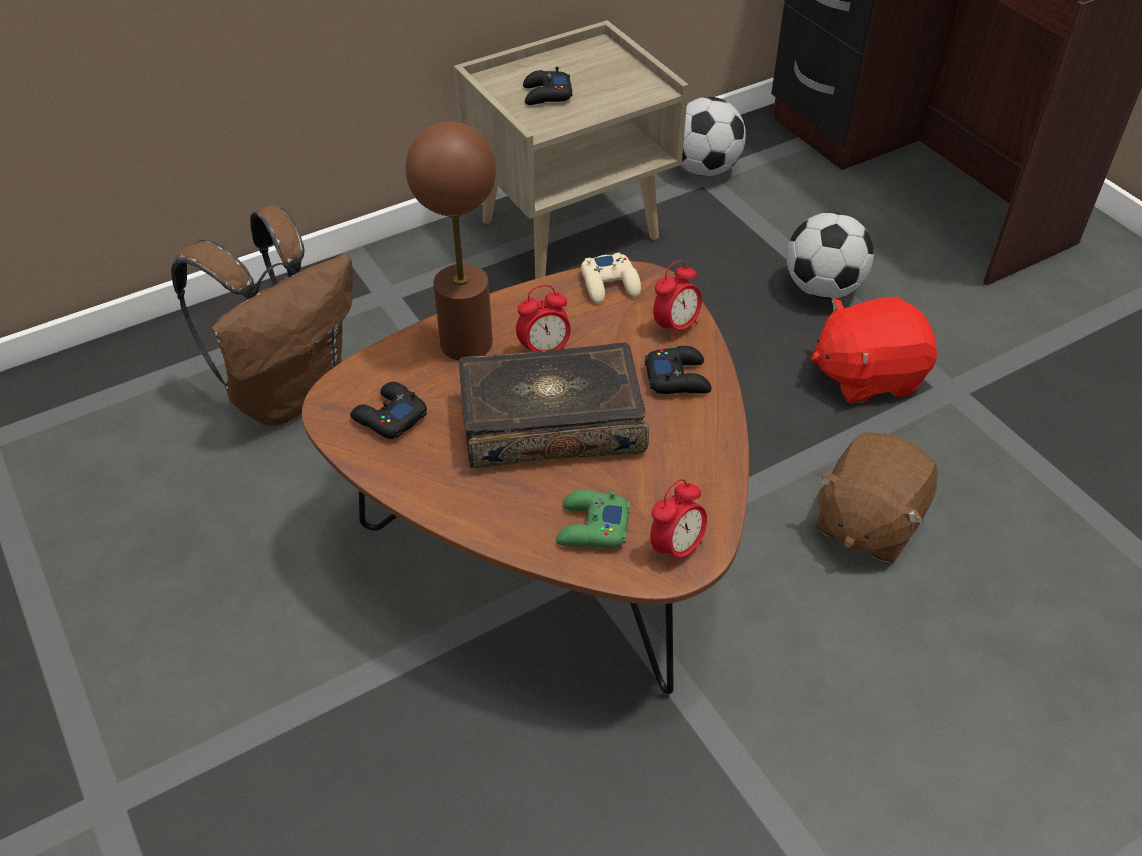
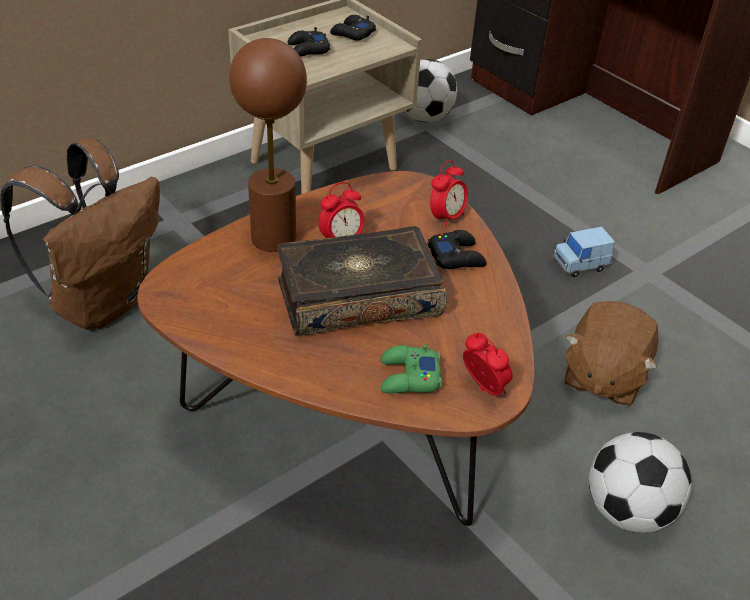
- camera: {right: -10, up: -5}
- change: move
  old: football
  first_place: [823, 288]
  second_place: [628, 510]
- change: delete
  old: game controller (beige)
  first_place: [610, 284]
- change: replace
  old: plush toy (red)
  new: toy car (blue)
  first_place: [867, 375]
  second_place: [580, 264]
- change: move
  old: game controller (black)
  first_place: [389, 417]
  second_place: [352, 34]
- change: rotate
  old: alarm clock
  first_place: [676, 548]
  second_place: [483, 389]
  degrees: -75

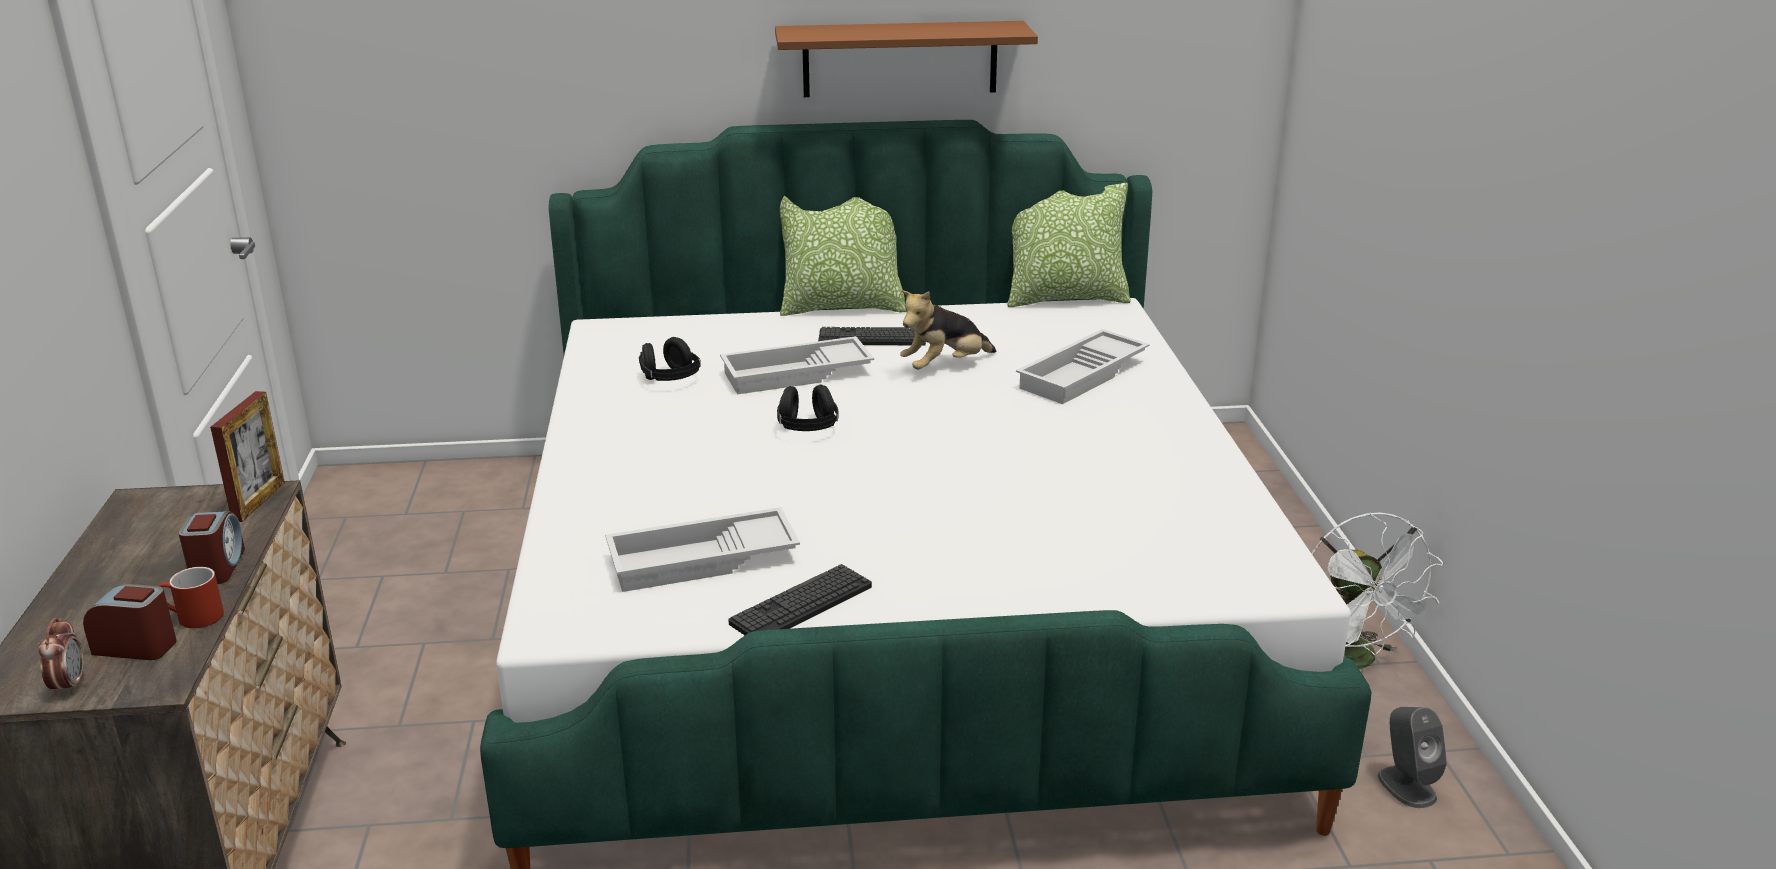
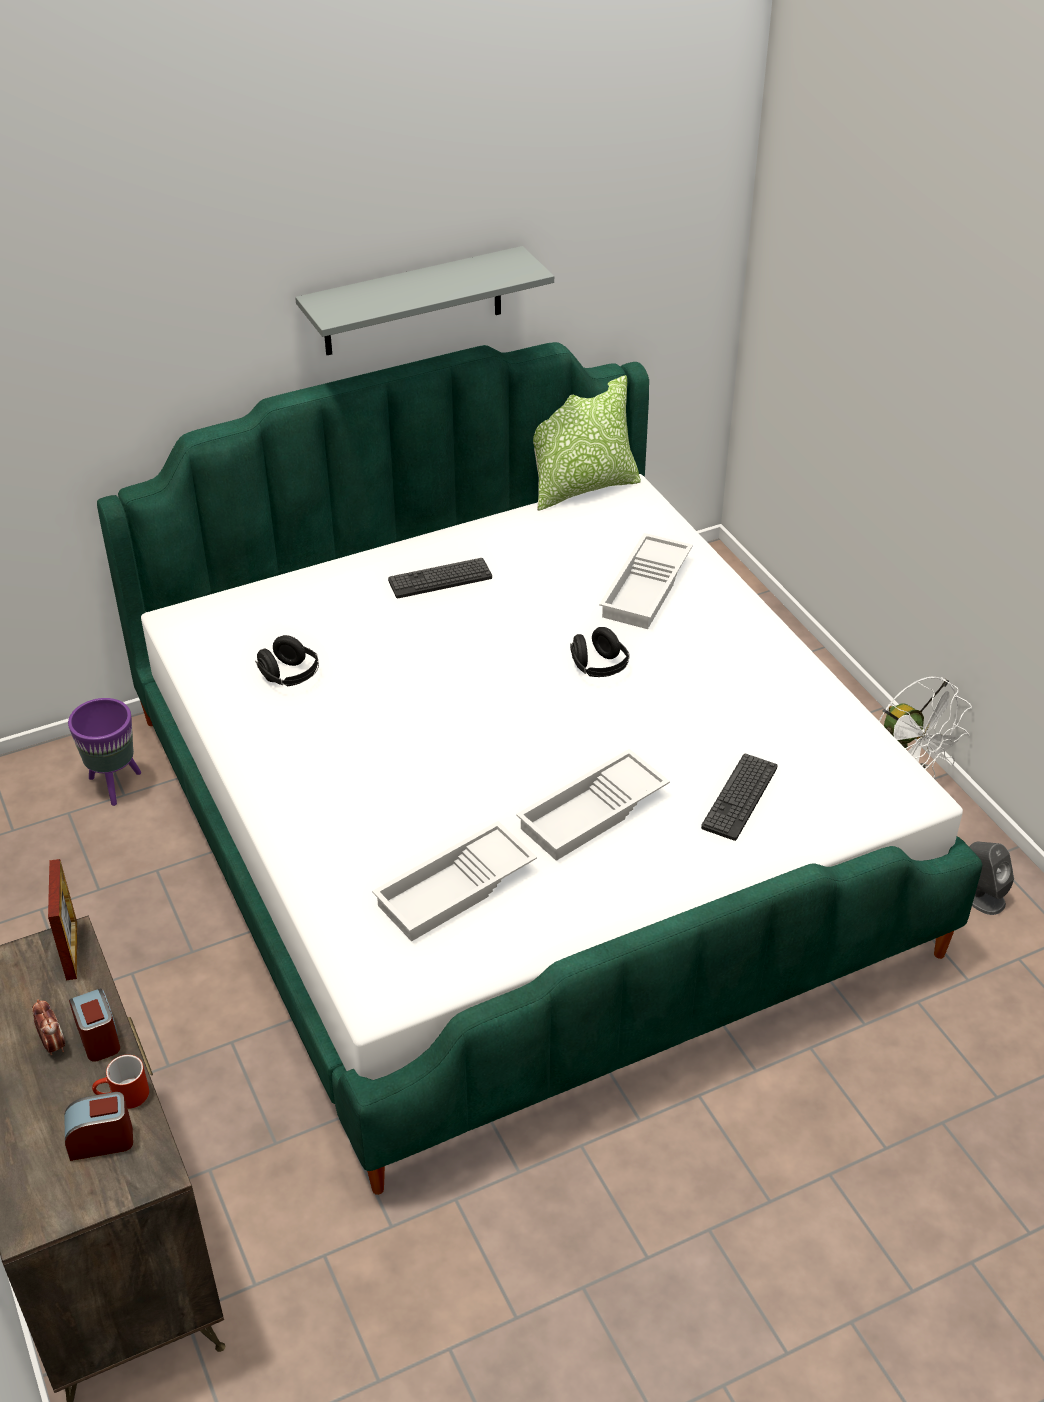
- camera: {right: -20, up: 15}
- change: recolor
  old: shelf (brown)
  new: shelf (grey)
  first_place: [900, 59]
  second_place: [413, 302]
- change: delete
  old: pillow
  first_place: [842, 307]
- change: delete
  old: plush toy
  first_place: [945, 366]
- change: move
  old: tray (white)
  first_place: [796, 375]
  second_place: [593, 814]
- change: move
  old: headphones (black)
  first_place: [807, 429]
  second_place: [599, 668]
- change: move
  old: keyboard
  first_place: [801, 605]
  second_place: [739, 797]
- change: move
  old: alarm clock
  first_place: [69, 686]
  second_place: [53, 1044]
- change: insert
  new: planter (purple)
  second_place: [115, 785]

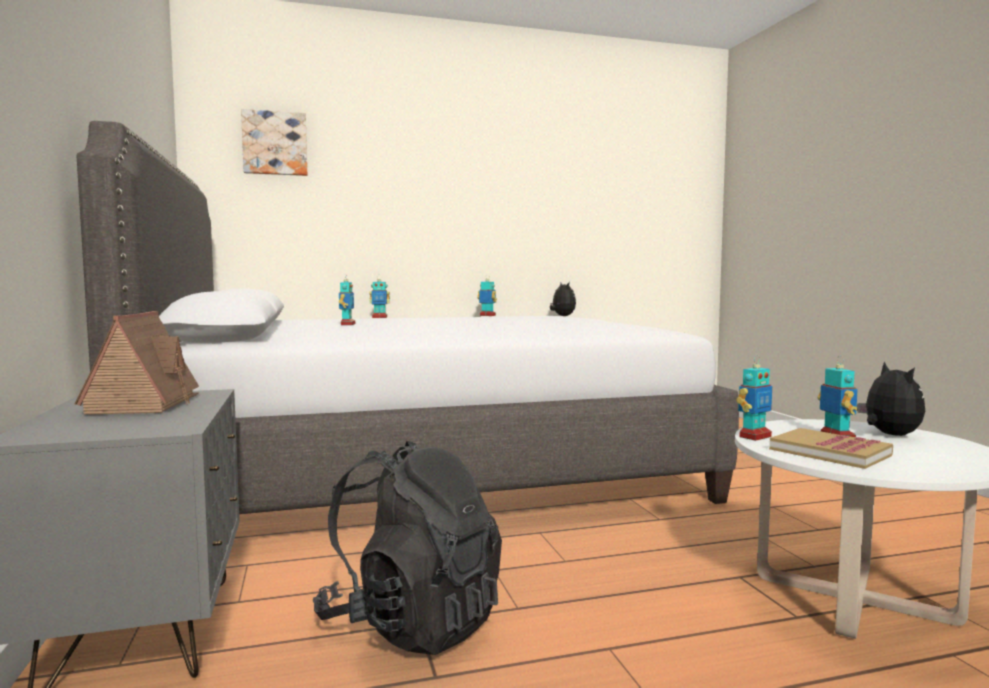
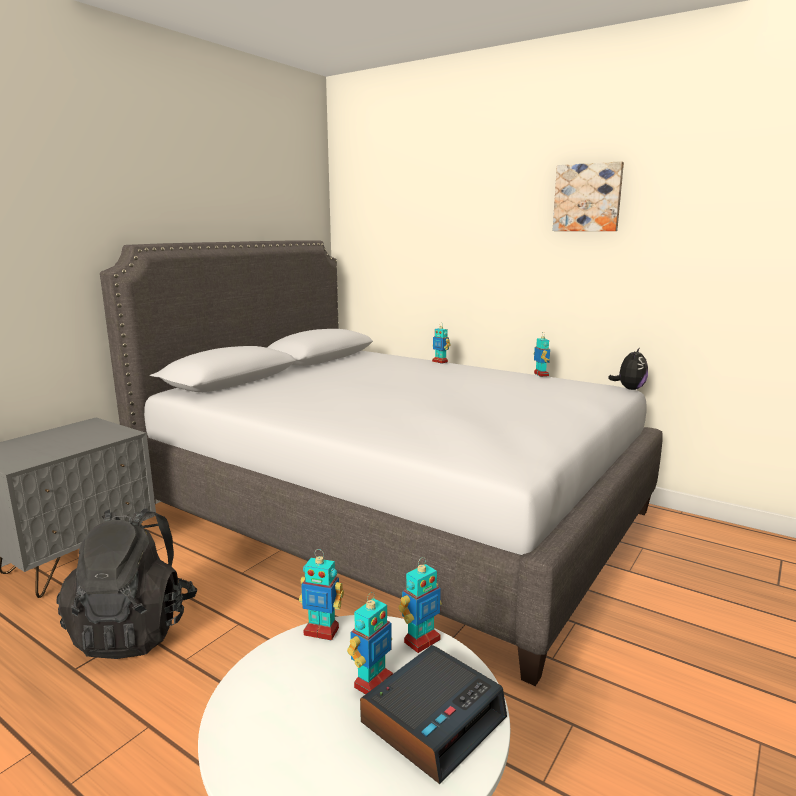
- camera: {right: 50, up: 10}
- change: move
  old: picture
  first_place: [275, 143]
  second_place: [588, 198]
- change: move
  old: toy robot
  first_place: [347, 324]
  second_place: [421, 641]
- change: delete
  old: toy house
  first_place: [144, 404]
- change: replace
  old: plush toy
  new: alarm clock
  first_place: [889, 435]
  second_place: [433, 720]
- change: delete
  old: book
  first_place: [829, 452]

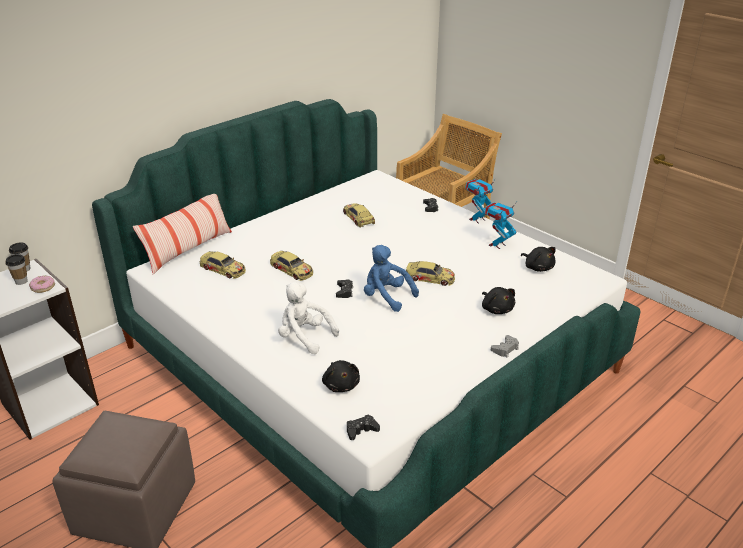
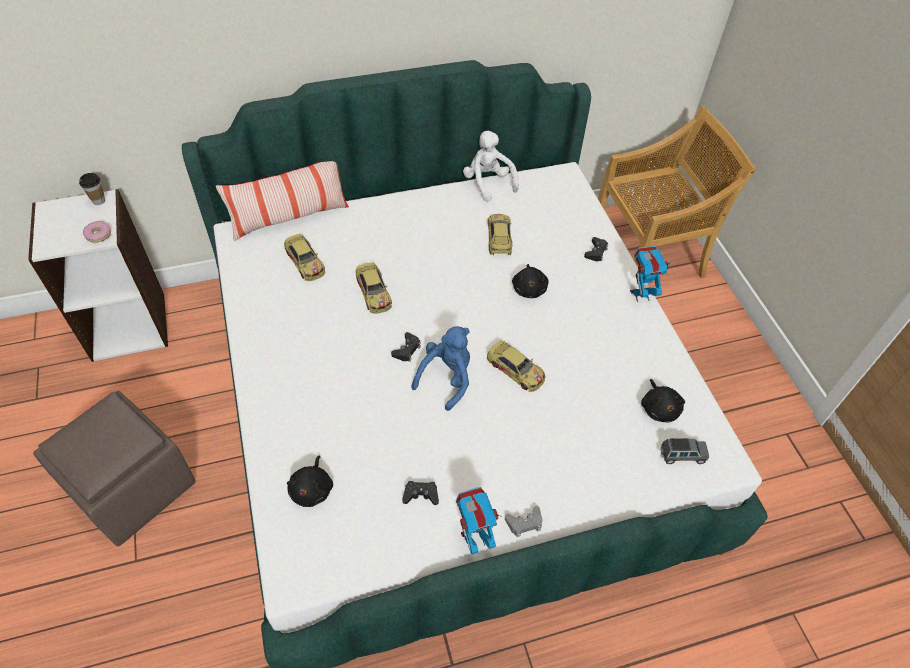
- camera: {right: 25, up: 20}
- change: move
  old: toy robot
  first_place: [497, 245]
  second_place: [474, 537]
- change: rotate
  old: plush toy (blue)
  first_place: [386, 297]
  second_place: [446, 378]
  degrees: 60
- change: delete
  old: cup
  first_place: [21, 281]
- change: move
  old: plush toy (white)
  first_place: [304, 337]
  second_place: [488, 183]
- change: move
  old: plush toy (black)
  first_place: [496, 309]
  second_place: [529, 288]
- change: move
  old: game controller (black)
  first_place: [361, 430]
  second_place: [421, 495]
- change: insert
  new: toy car (grey)
  second_place: [681, 455]

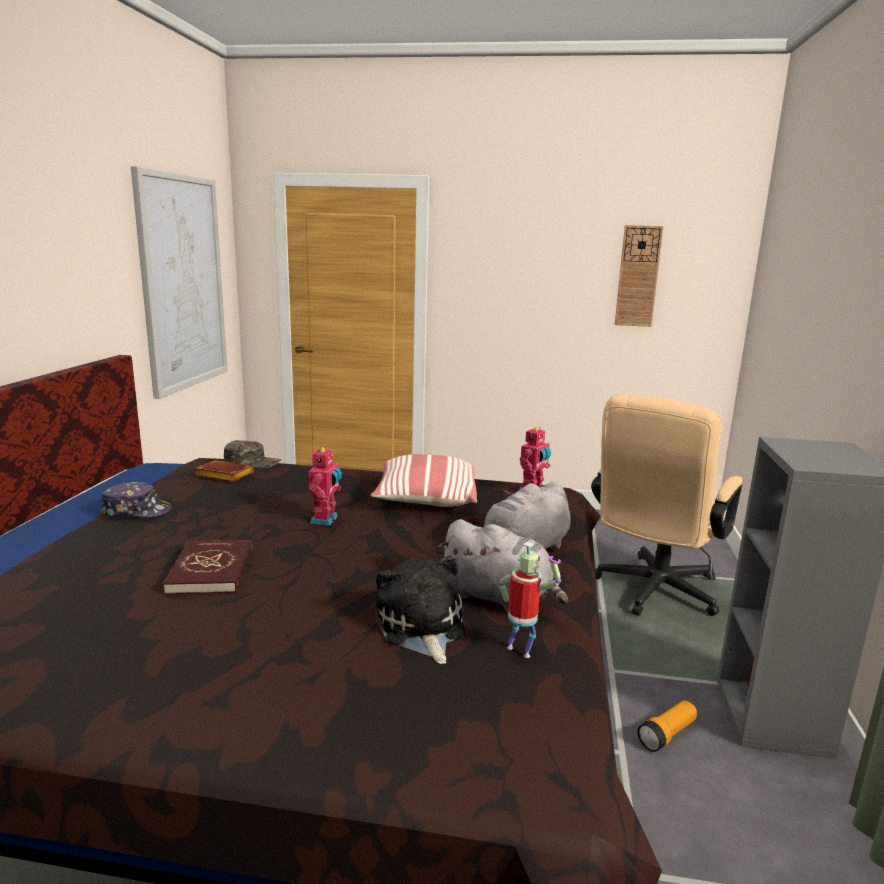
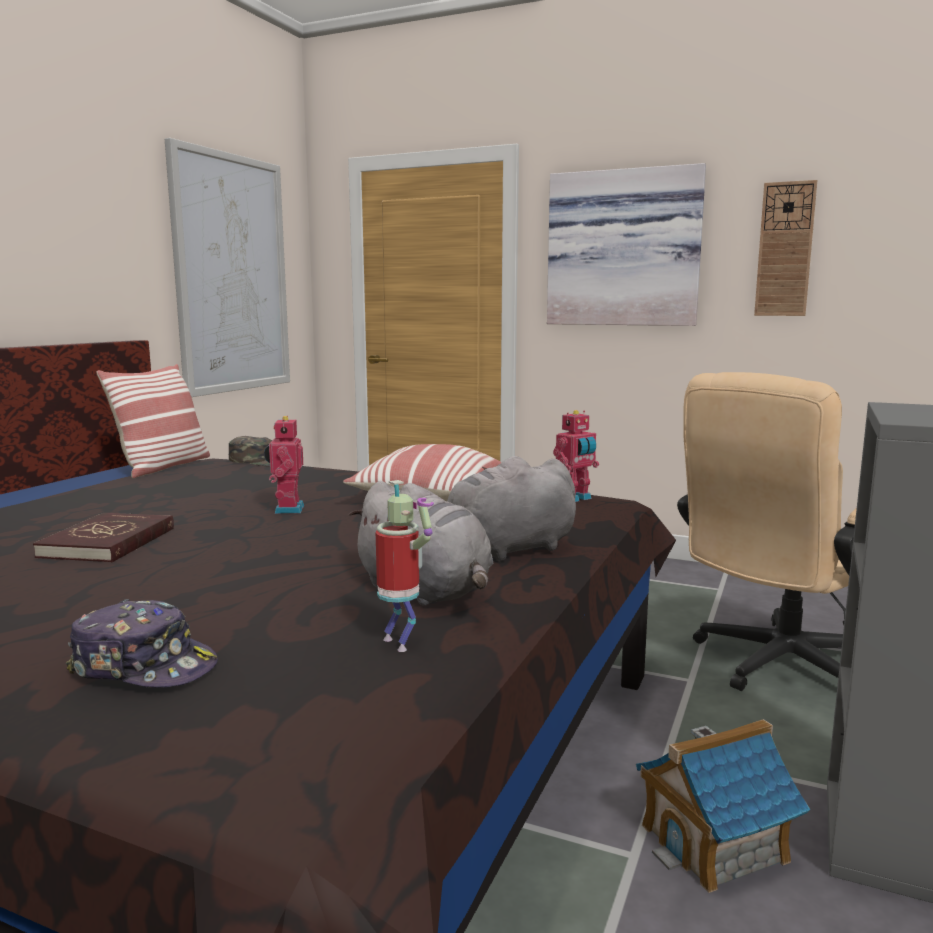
- camera: {right: 15, up: -5}
- change: rotate
  old: toy robot
  first_place: [326, 520]
  second_place: [287, 509]
  degrees: 150
- change: delete
  old: book (brown)
  first_place: [222, 476]
- change: move
  old: cap
  first_place: [137, 511]
  second_place: [145, 667]
- change: delete
  old: plush toy
  first_place: [421, 628]
- change: replace
  old: flashlight
  new: toy house
  first_place: [667, 735]
  second_place: [715, 843]
- change: insert
  new: picture
  second_place: [624, 249]
- change: insert
  new: pillow
  second_place: [163, 466]

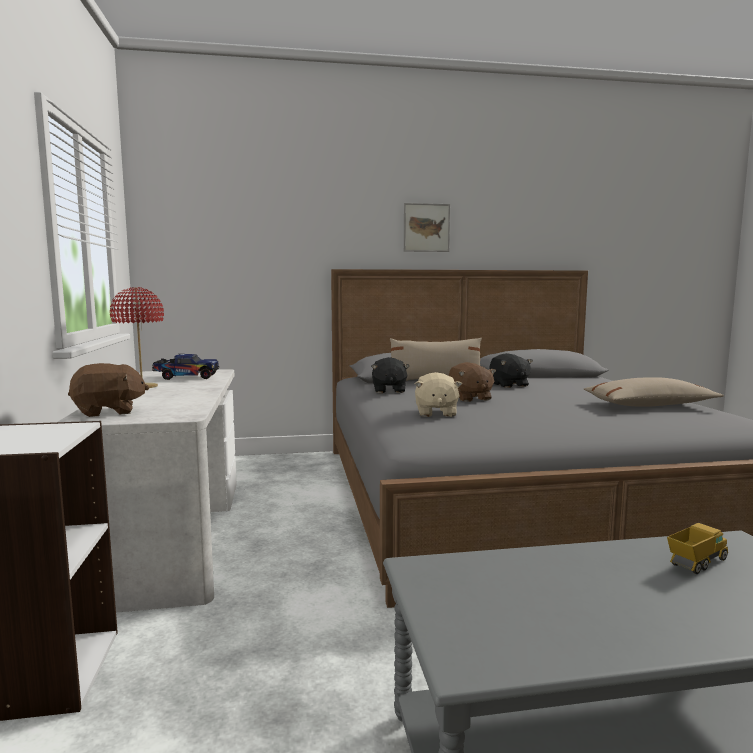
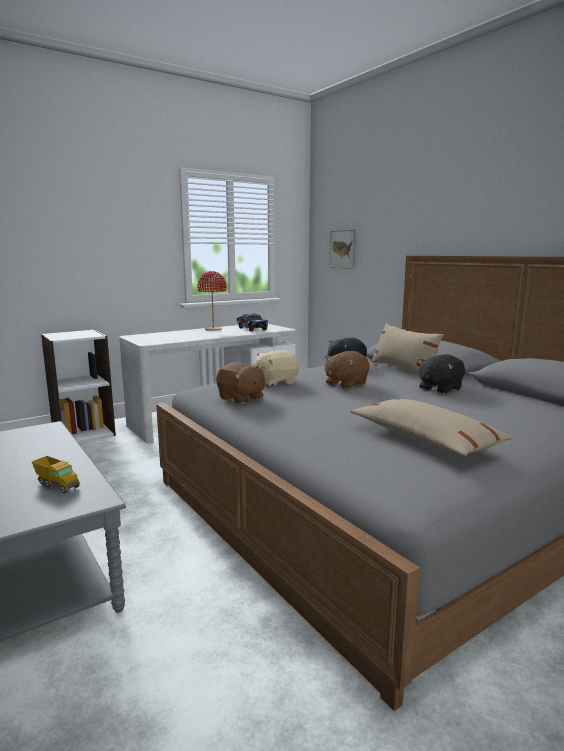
- camera: {right: 65, up: 5}
- change: move
  old: picture
  first_place: [426, 227]
  second_place: [343, 249]
- change: move
  old: plush toy (brown)
  first_place: [108, 412]
  second_place: [241, 398]

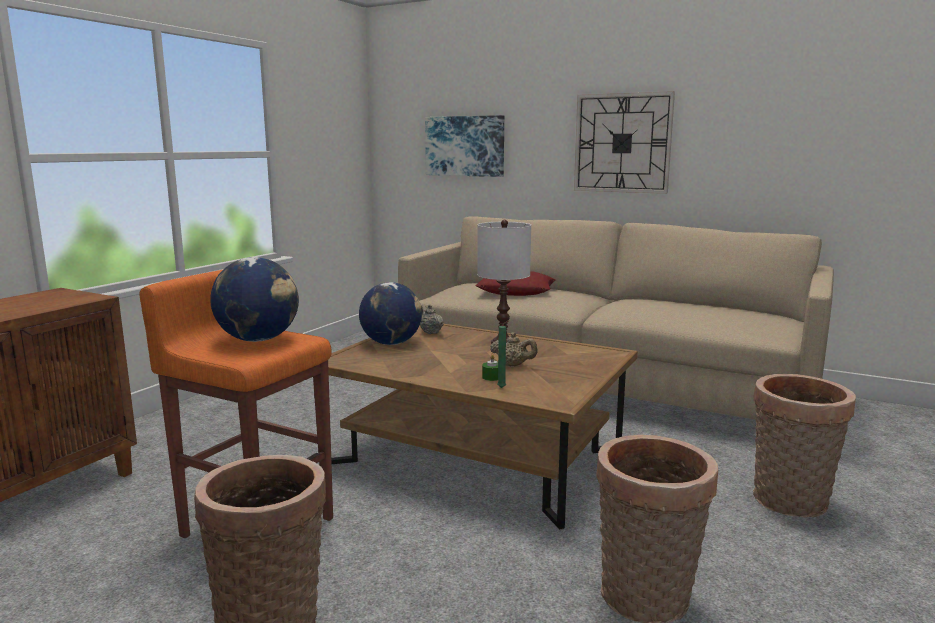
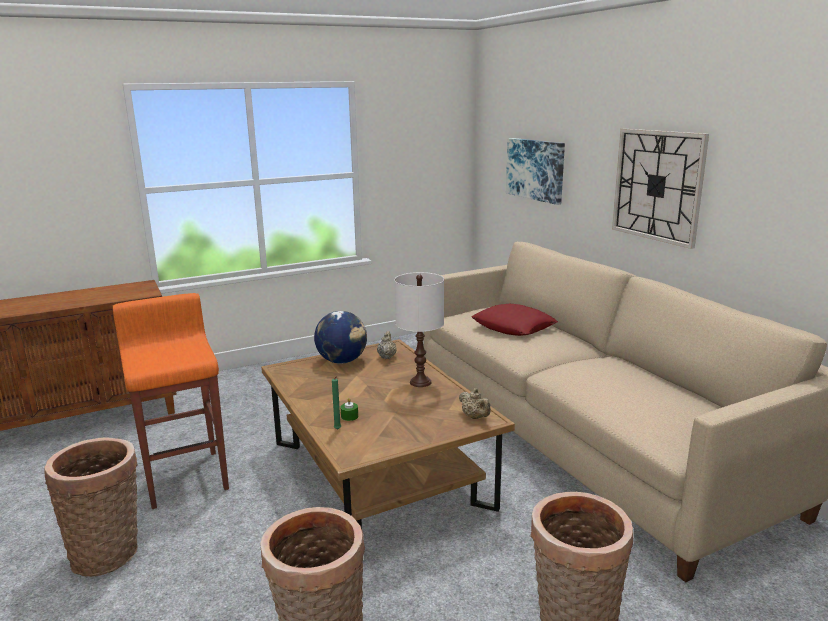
- camera: {right: 35, up: 5}
- change: delete
  old: globe
  first_place: [259, 339]
- change: move
  old: teapot (beige)
  first_place: [513, 365]
  second_place: [475, 417]

